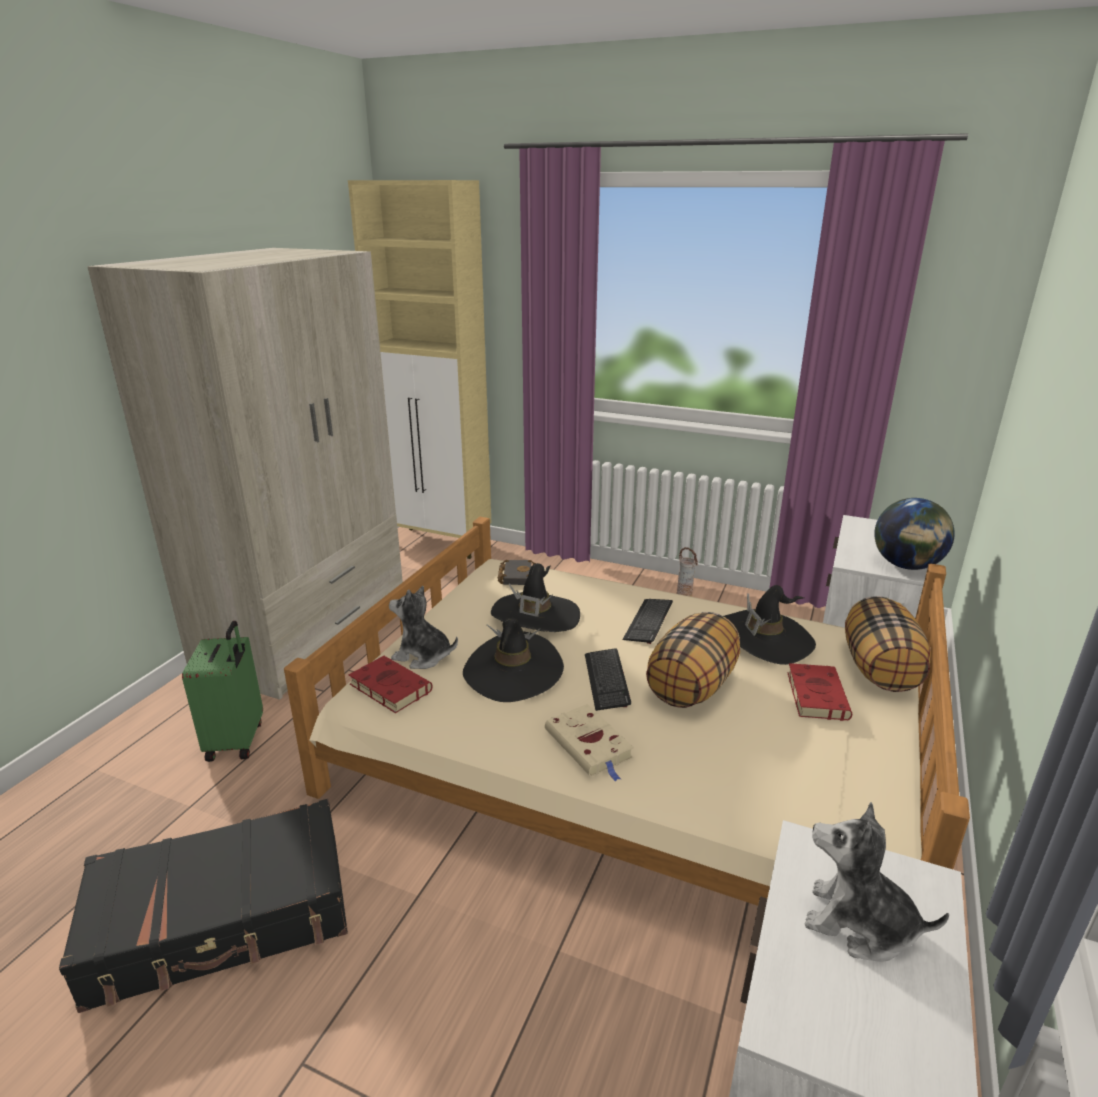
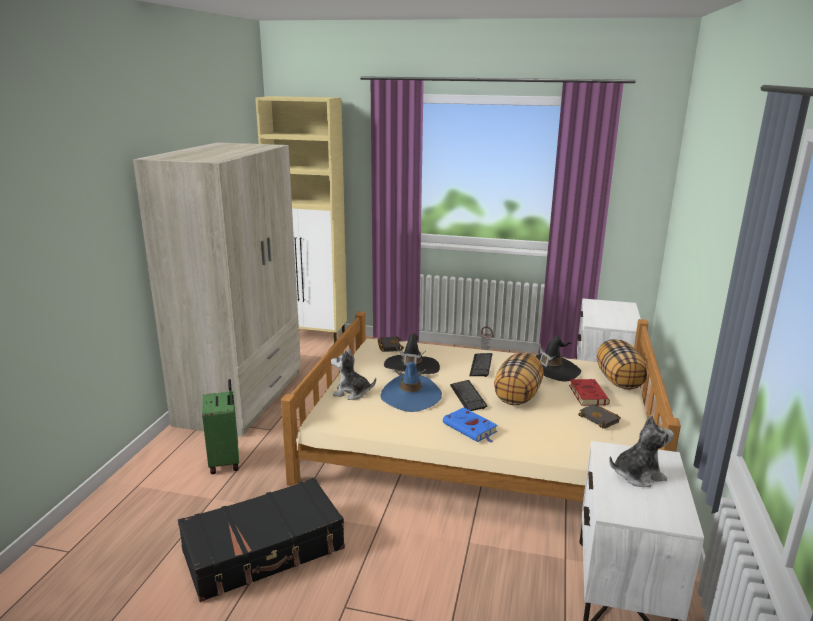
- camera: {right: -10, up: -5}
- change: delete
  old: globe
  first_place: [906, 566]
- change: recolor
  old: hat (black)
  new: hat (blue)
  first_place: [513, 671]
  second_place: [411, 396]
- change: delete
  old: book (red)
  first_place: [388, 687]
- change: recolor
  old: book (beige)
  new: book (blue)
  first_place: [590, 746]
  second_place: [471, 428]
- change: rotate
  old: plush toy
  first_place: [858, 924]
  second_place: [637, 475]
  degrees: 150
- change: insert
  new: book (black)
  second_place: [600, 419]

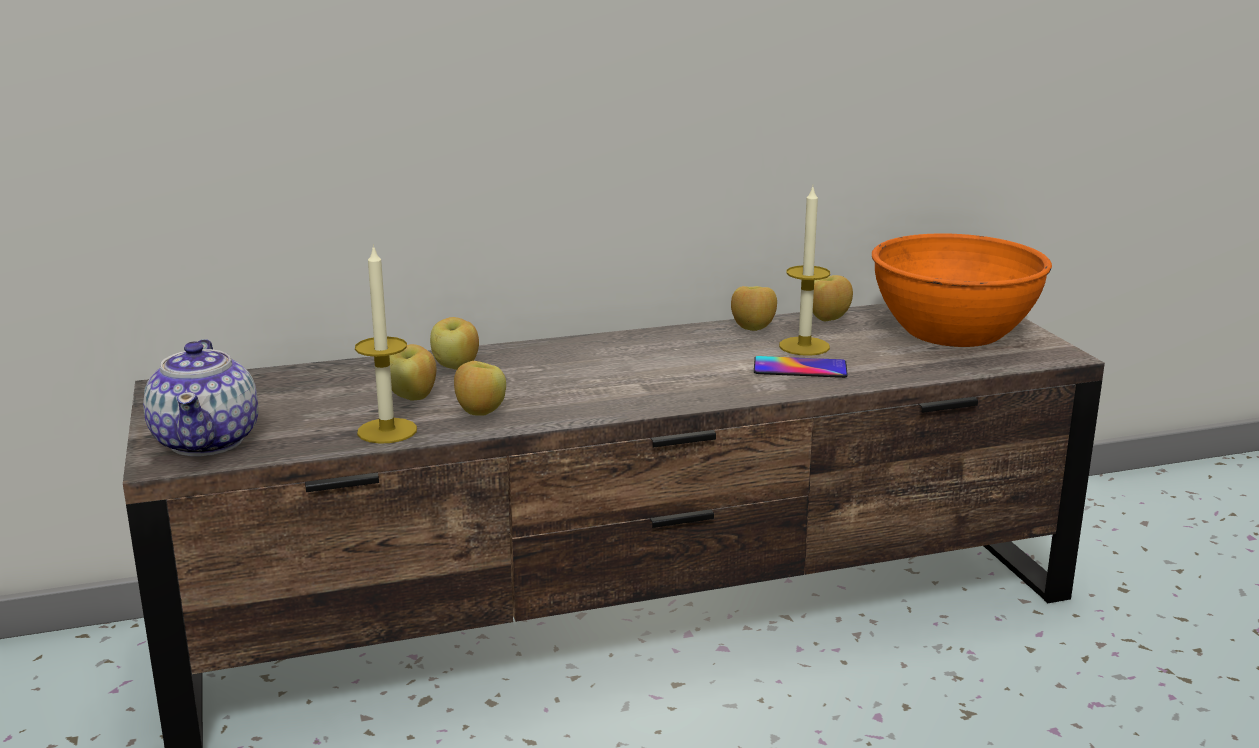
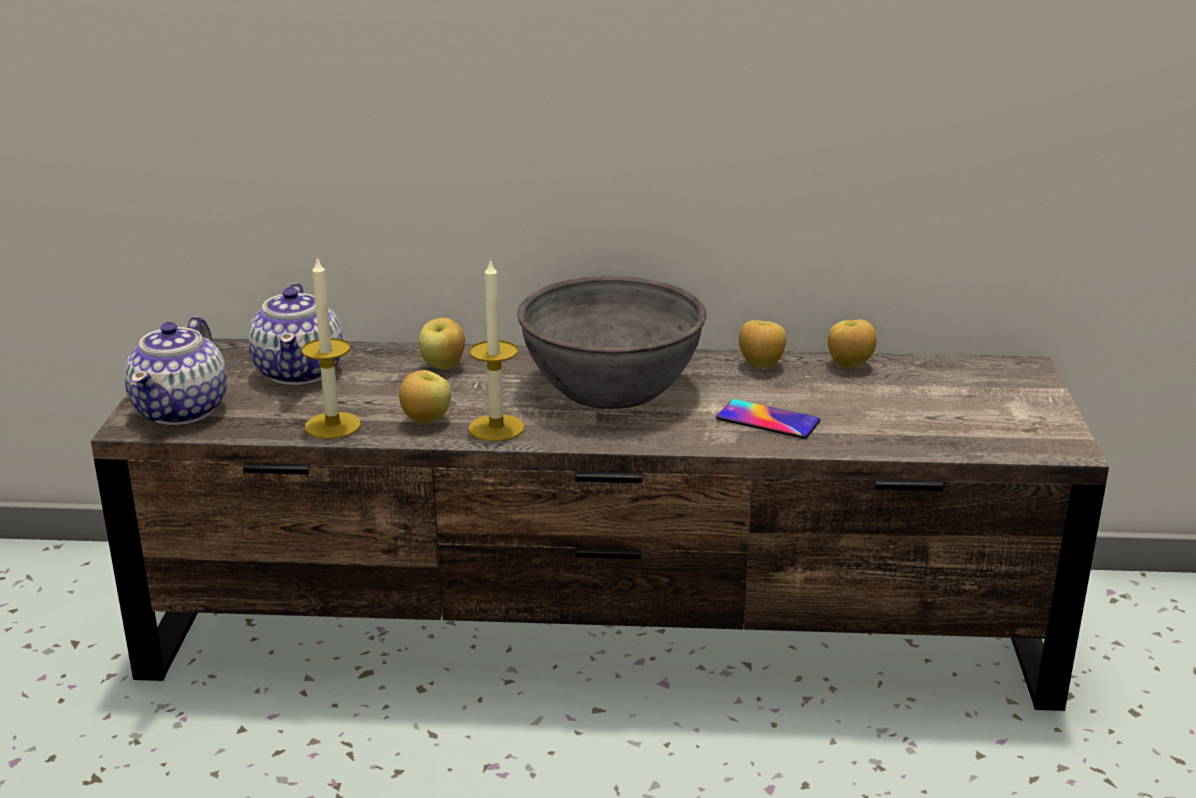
- camera: {right: 20, up: 5}
- change: move
  old: candle
  first_place: [804, 346]
  second_place: [496, 428]
- change: delete
  old: bowl (orange)
  first_place: [952, 331]
- change: delete
  old: apple
  first_place: [413, 397]
- change: insert
  new: bowl (grey)
  second_place: [612, 387]
- change: insert
  new: teapot
  second_place: [300, 371]

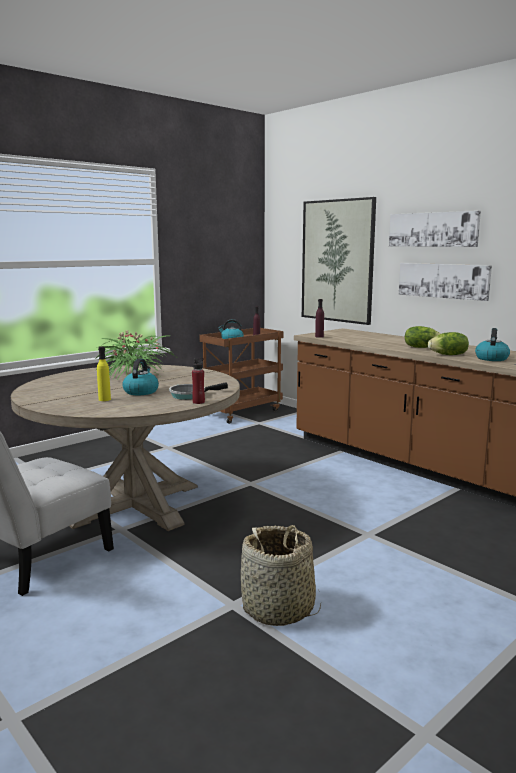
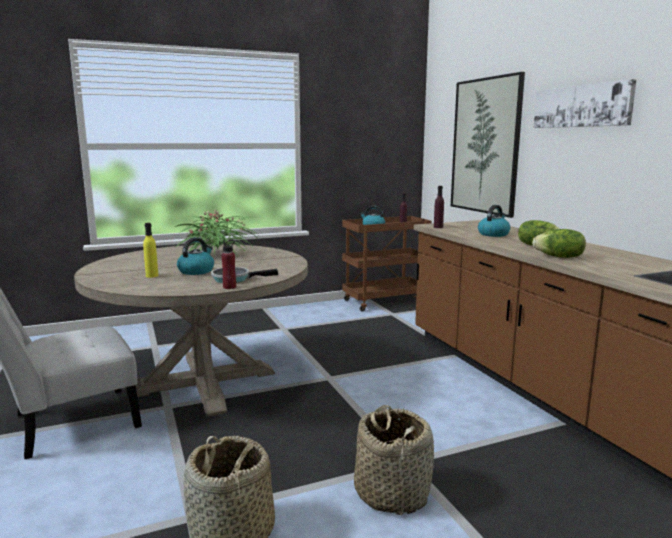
- camera: {right: 20, up: 0}
- change: delete
  old: picture
  first_place: [443, 280]
- change: move
  old: kettle
  first_place: [491, 358]
  second_place: [493, 234]
- change: insert
  new: basket
  second_place: [392, 493]

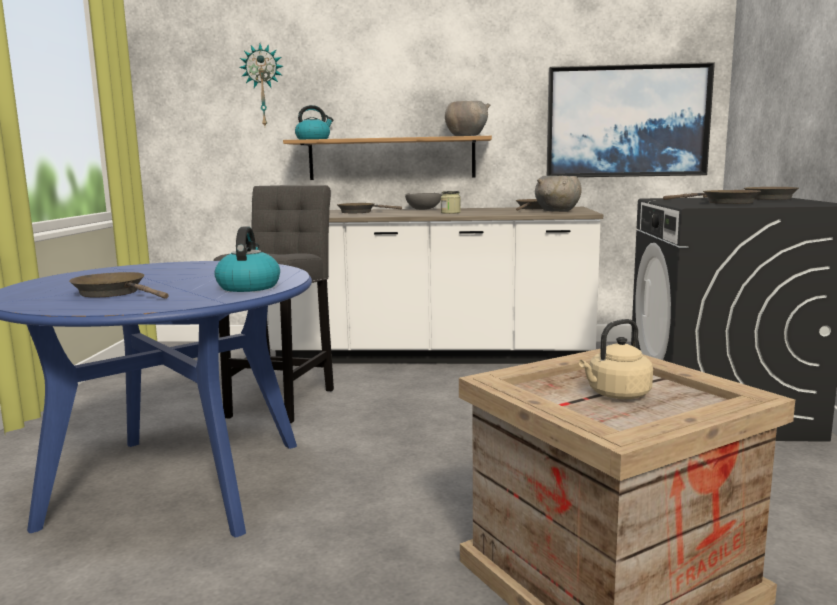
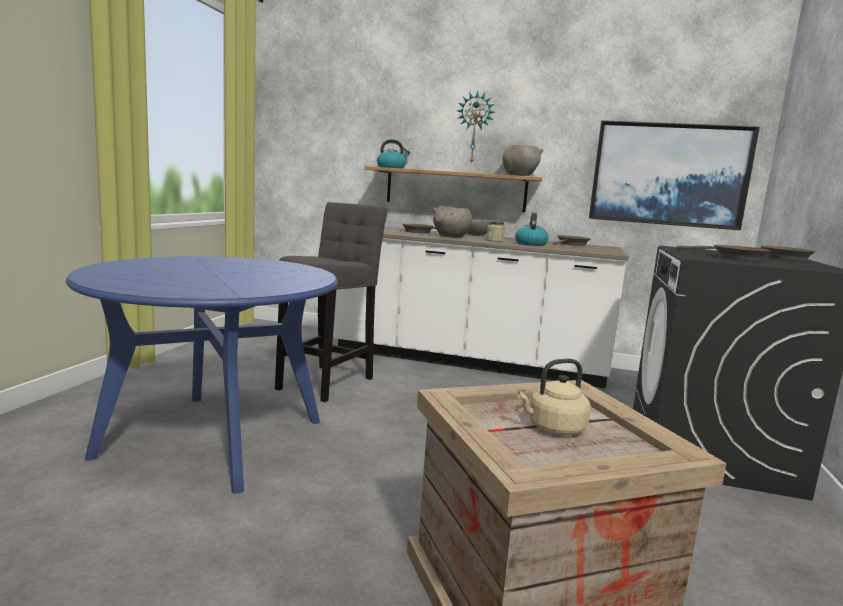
- camera: {right: 10, up: 0}
- change: move
  old: wall clock
  first_place: [263, 86]
  second_place: [474, 128]
- change: move
  old: bowl (grey)
  first_place: [557, 211]
  second_place: [451, 237]
- change: move
  old: kettle
  first_place: [248, 287]
  second_place: [530, 244]
- change: delete
  old: frying pan (brown)
  first_place: [114, 293]

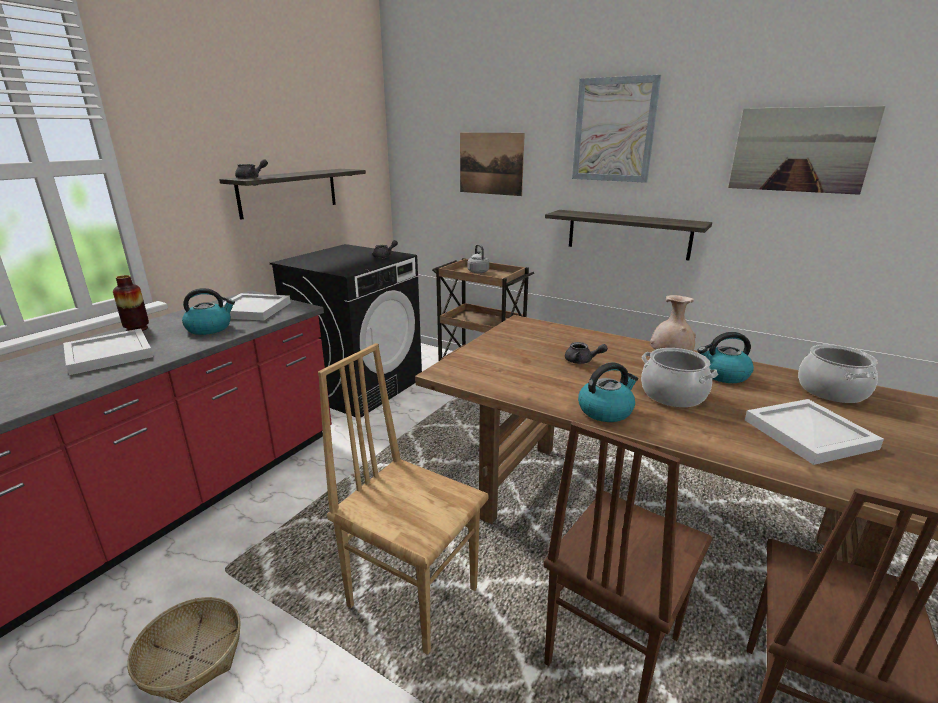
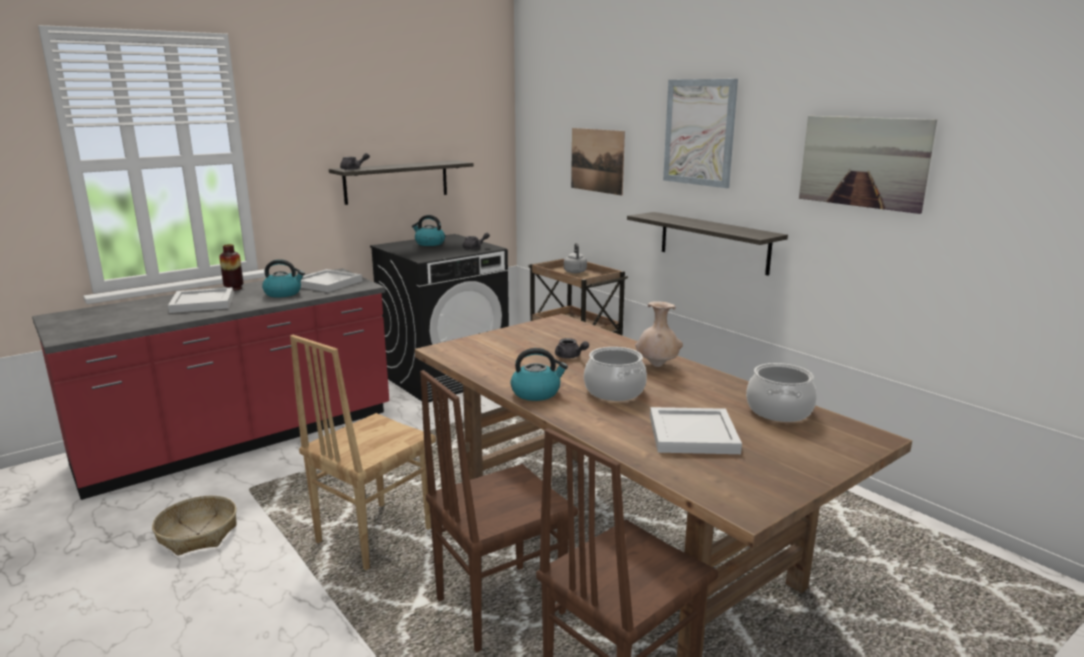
- camera: {right: 20, up: -5}
- change: move
  old: kettle
  first_place: [723, 375]
  second_place: [429, 243]
- change: rotate
  old: chair (brown)
  first_place: [413, 595]
  second_place: [372, 535]
  degrees: -105

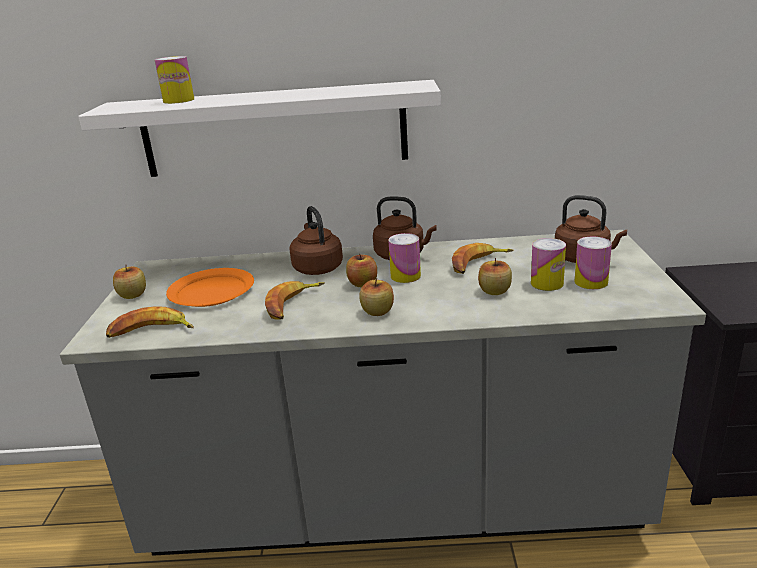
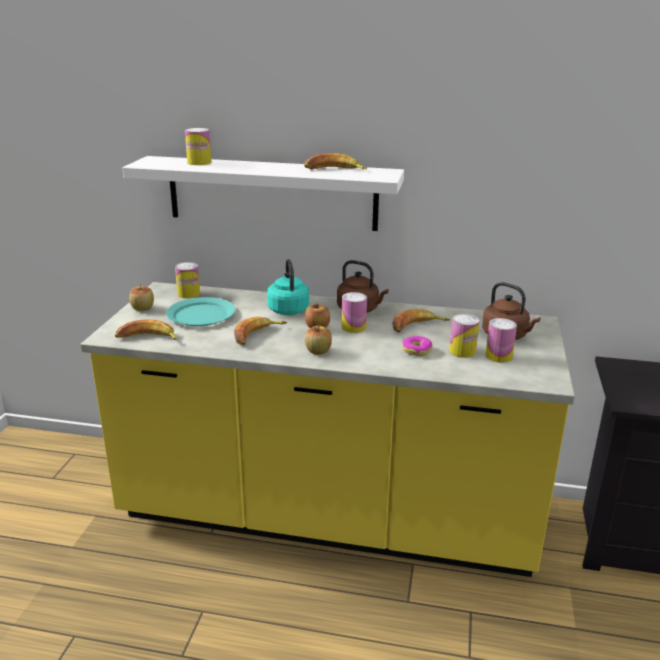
- camera: {right: 10, up: 0}
- change: recolor
  old: kettle (brown)
  new: kettle (turquoise)
  first_place: [317, 267]
  second_place: [288, 309]
- change: recolor
  old: counter (grey)
  new: counter (yellow)
  first_place: [394, 504]
  second_place: [328, 517]
- change: replace
  old: apple
  new: donut
  first_place: [494, 291]
  second_place: [417, 350]
- change: recolor
  old: plate (orange)
  new: plate (turquoise)
  first_place: [211, 291]
  second_place: [201, 315]
- change: insert
  new: banana
  second_place: [334, 170]
- change: insert
  new: can
  second_place: [188, 294]

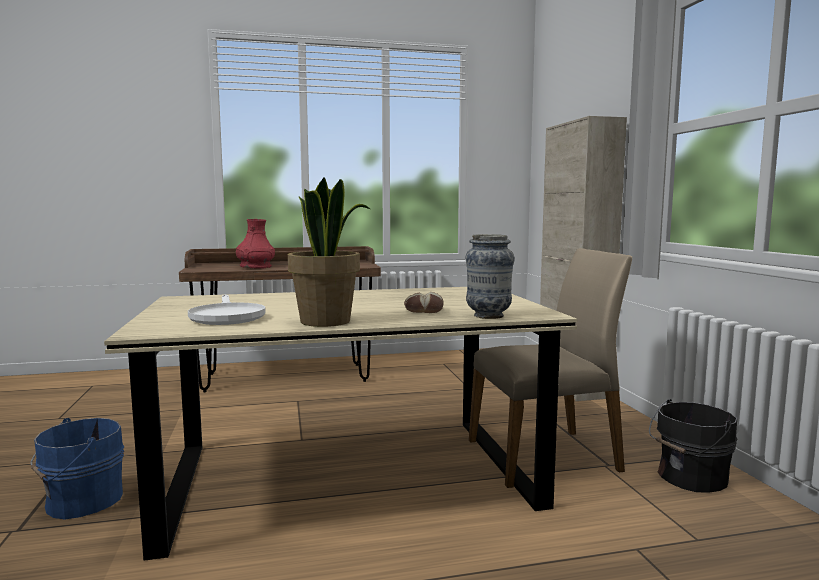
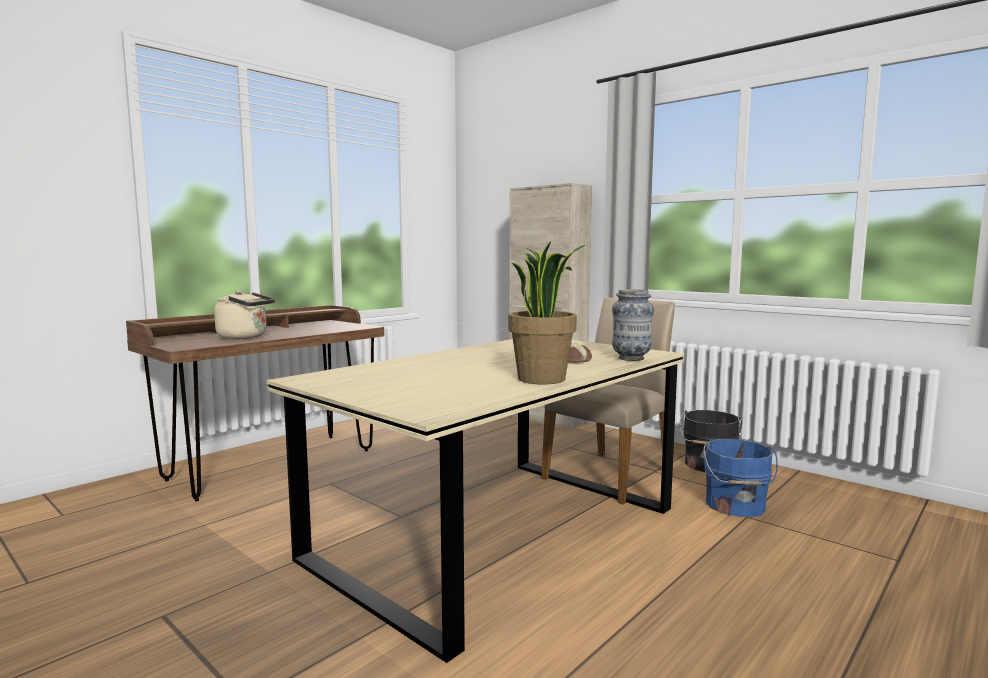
- camera: {right: -35, up: 0}
- change: replace
  old: vase (red)
  new: kettle (beige)
  first_place: [255, 267]
  second_place: [245, 337]
- change: delete
  old: frying pan (white)
  first_place: [226, 316]
- change: move
  old: bucket (blue)
  first_place: [80, 501]
  second_place: [735, 506]

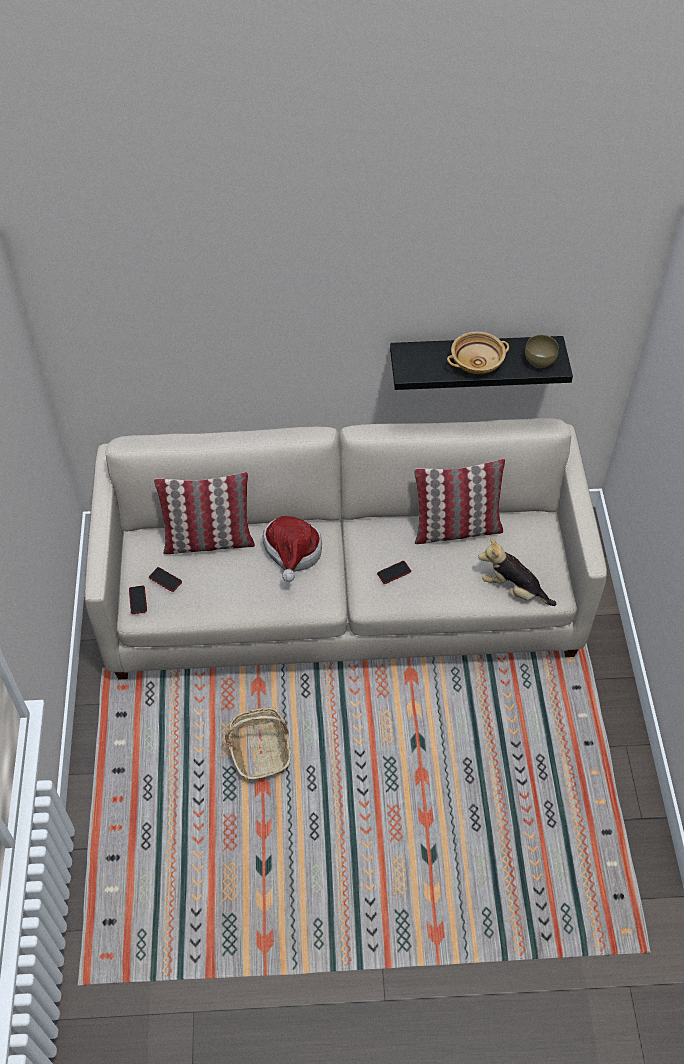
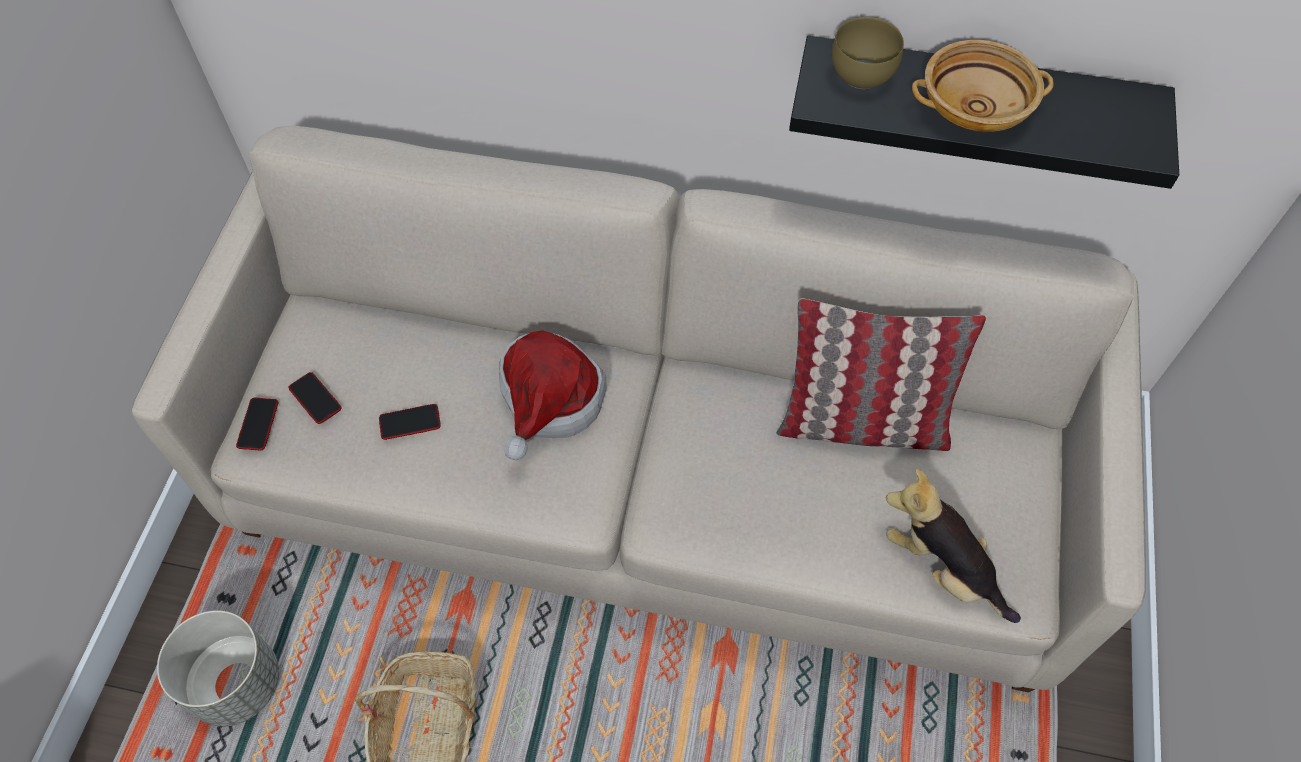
- camera: {right: 15, up: 5}
- change: move
  old: bowl (brown)
  first_place: [538, 361]
  second_place: [860, 74]
- change: delete
  old: pillow
  first_place: [208, 540]
- change: move
  old: phone
  first_place: [394, 572]
  second_place: [410, 422]
- change: insert
  new: planter (grey)
  second_place: [236, 682]

